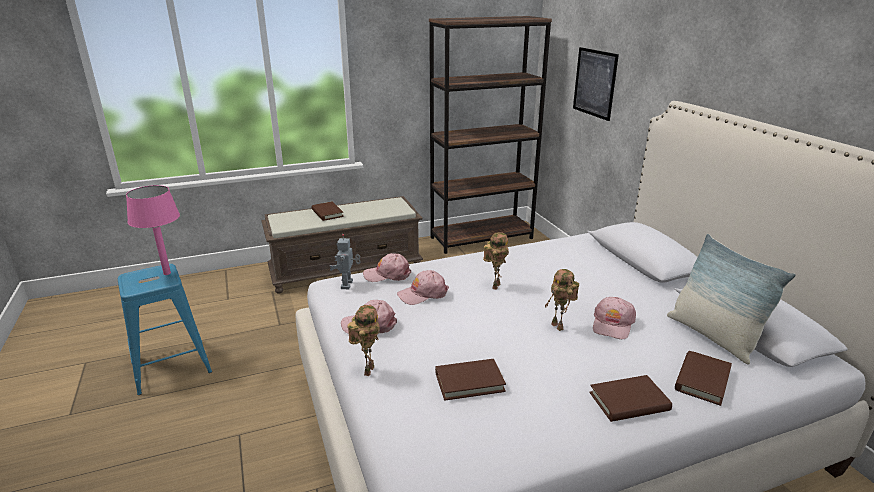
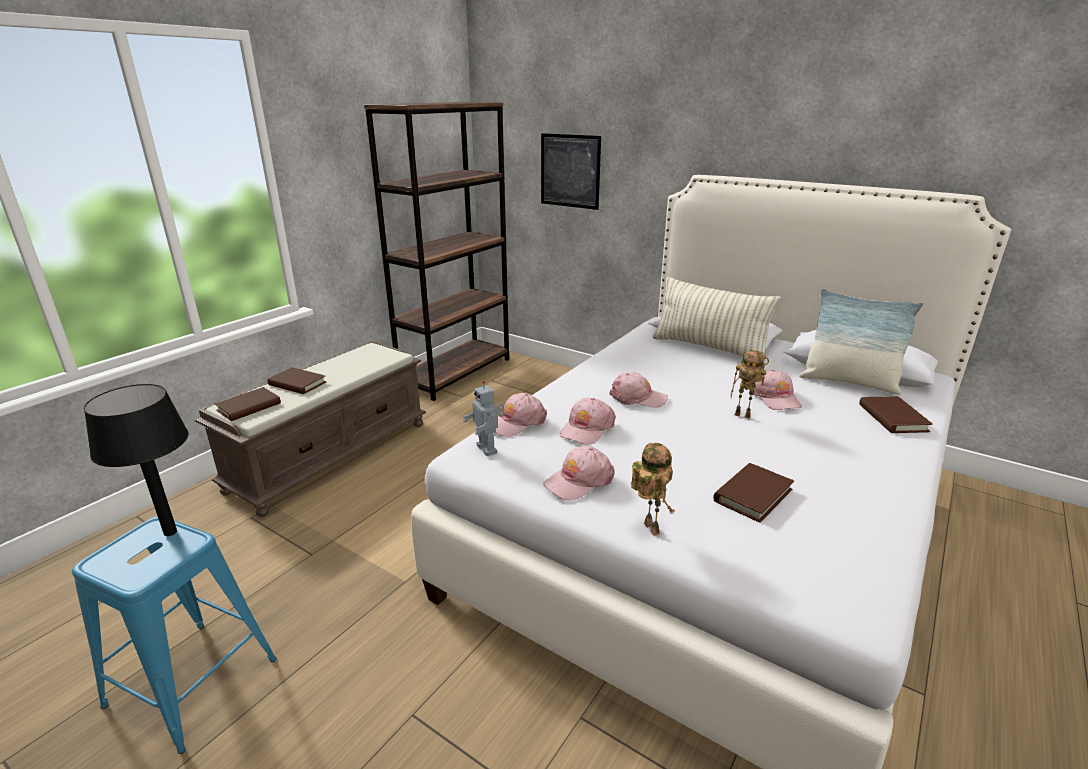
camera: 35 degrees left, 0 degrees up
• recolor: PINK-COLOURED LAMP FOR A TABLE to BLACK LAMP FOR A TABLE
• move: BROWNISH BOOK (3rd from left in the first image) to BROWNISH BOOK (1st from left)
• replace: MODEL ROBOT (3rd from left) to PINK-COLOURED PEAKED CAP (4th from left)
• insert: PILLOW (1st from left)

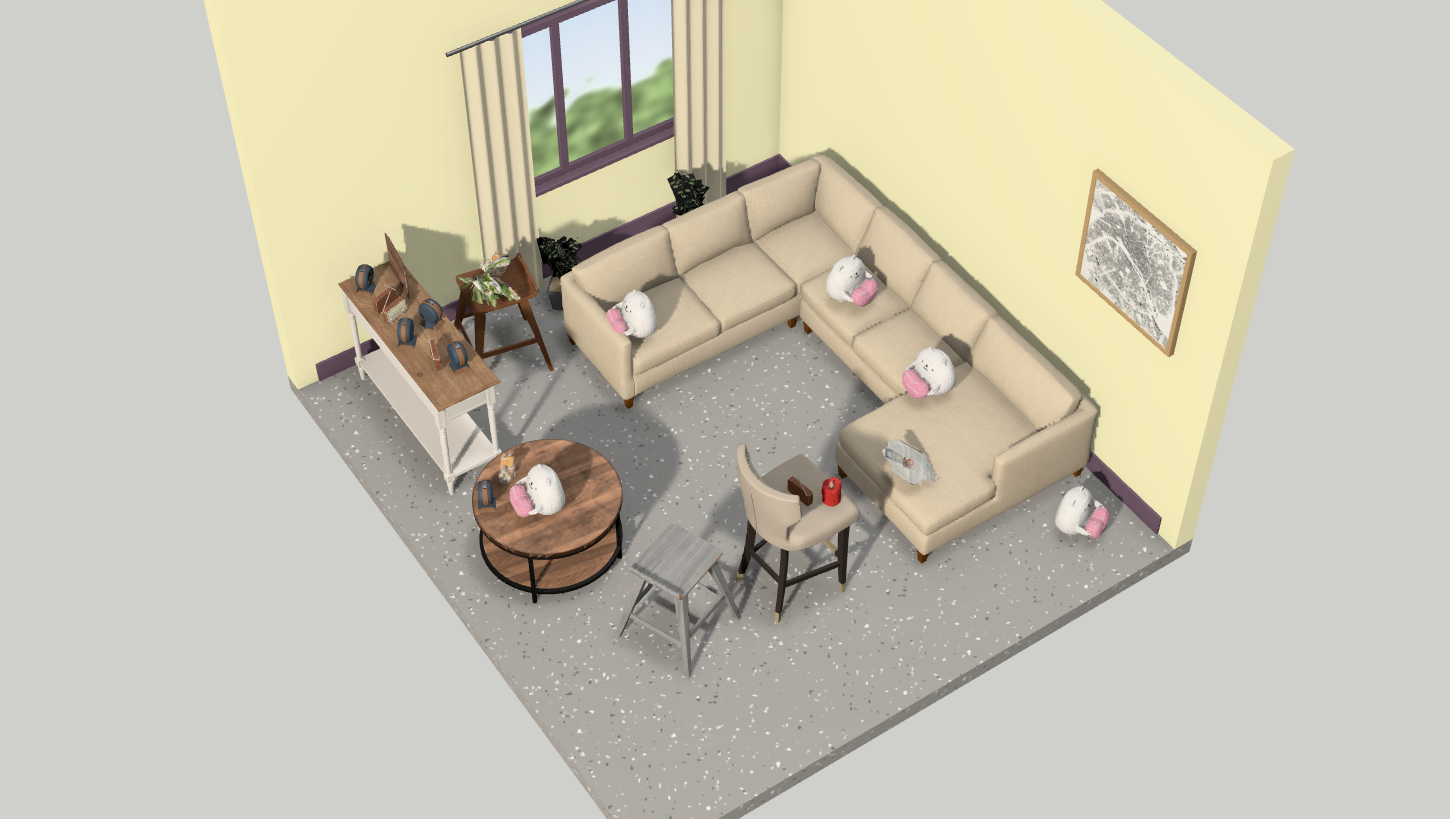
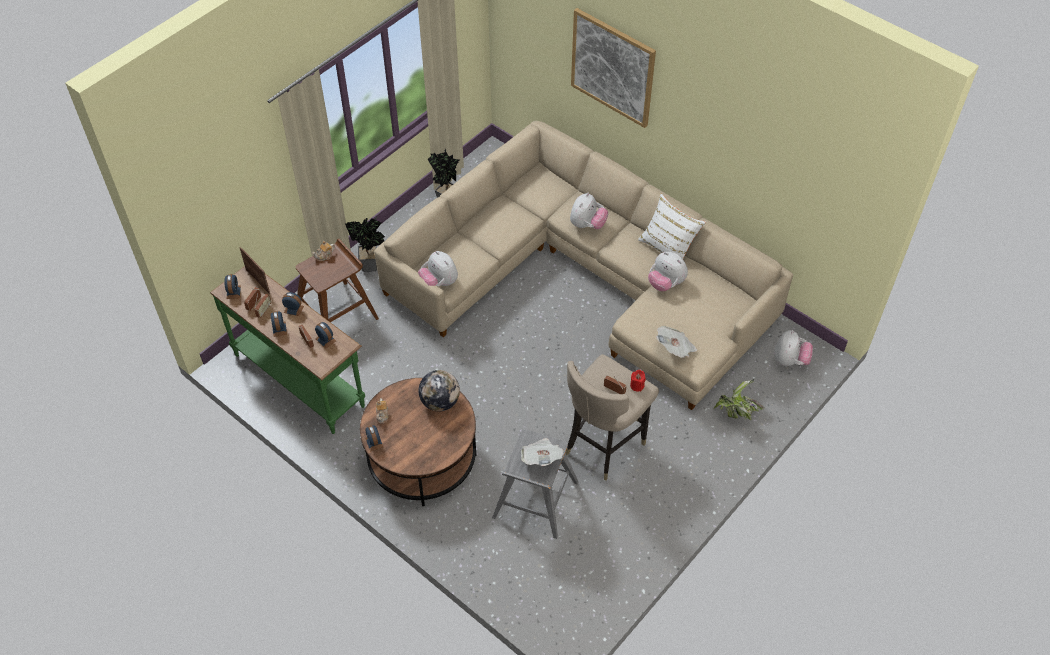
camera: 15 degrees left, 5 degrees up
• recolor: WHITISH CONSOLE TABLE to GREENISH CONSOLE TABLE
• insert: WORLD GLOBE
• insert: NEWSPAPER (1st from left)
• move: WALL ART
• insert: WHITISH PILLOW
• move: POTTED PLANT (1st from left in the first image) to POTTED PLANT (3rd from left)
• delete: SOFT TOY (1st from left)

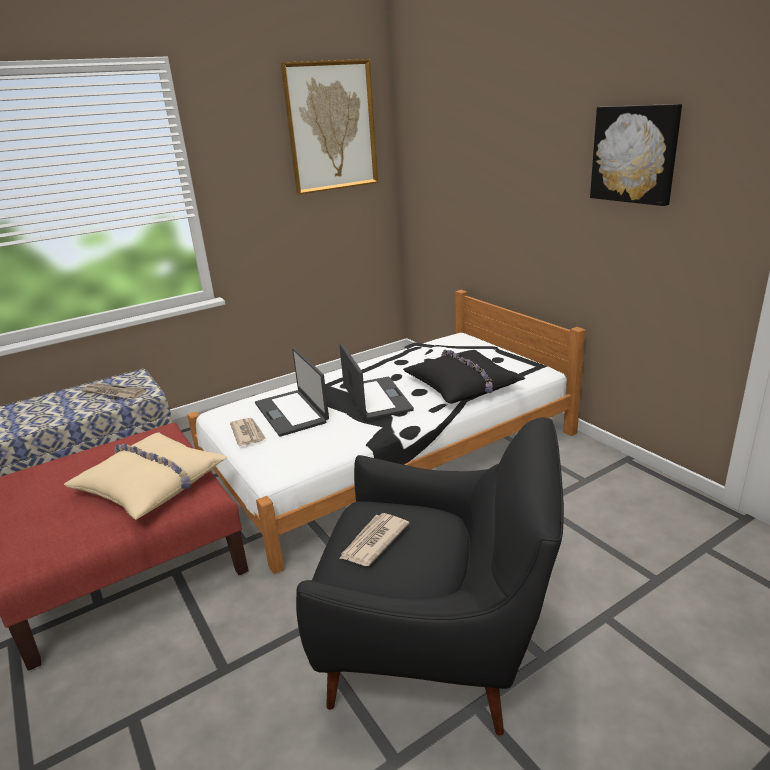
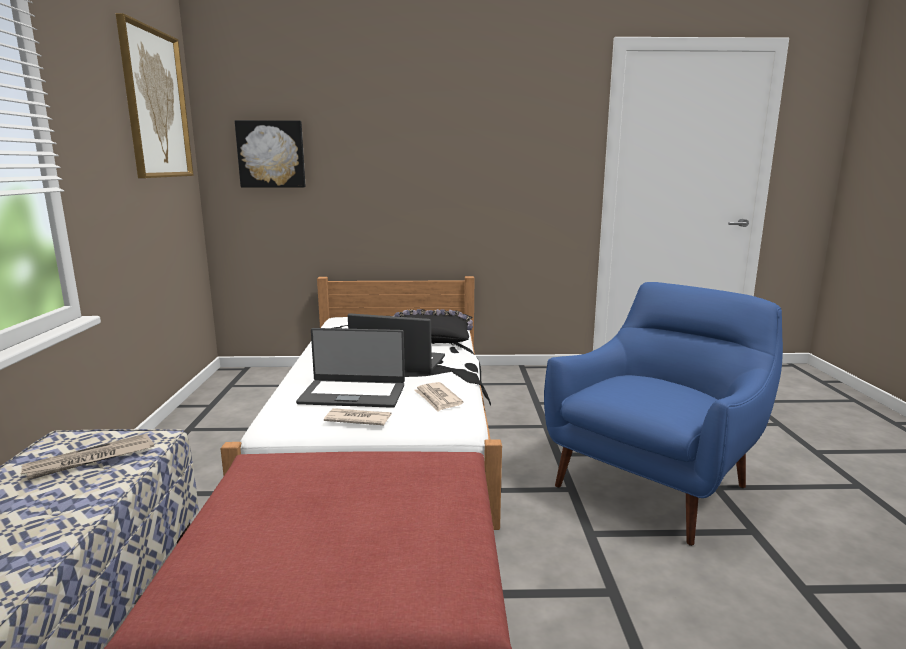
camera: 60 degrees left, 10 degrees down
• move: WALL ART (2nd from left)
• move: NEWSPAPER (3rd from left)
• recolor: BLACK ARMCHAIR to BLUE ARMCHAIR
• delete: BEIGE-COLOURED PILLOW

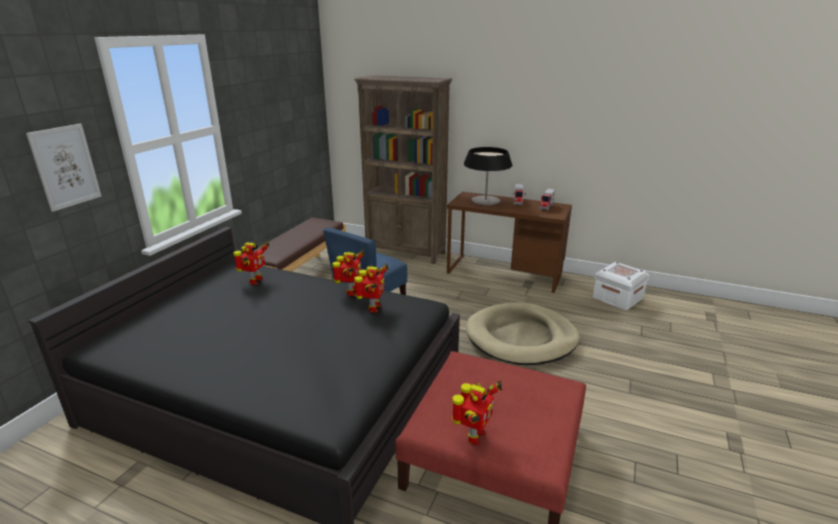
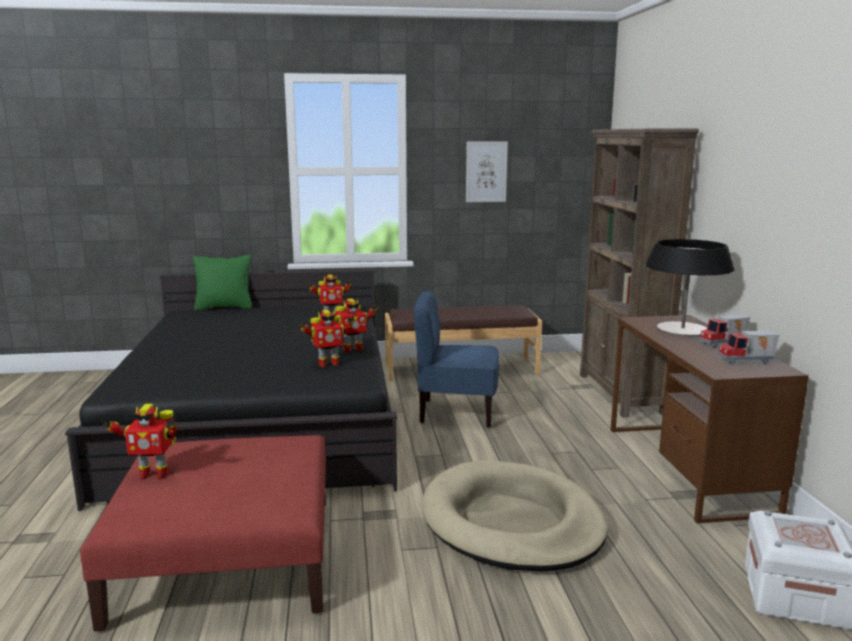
camera: 60 degrees right, 10 degrees down
• insert: GREENISH PILLOW
• move: WALL ART

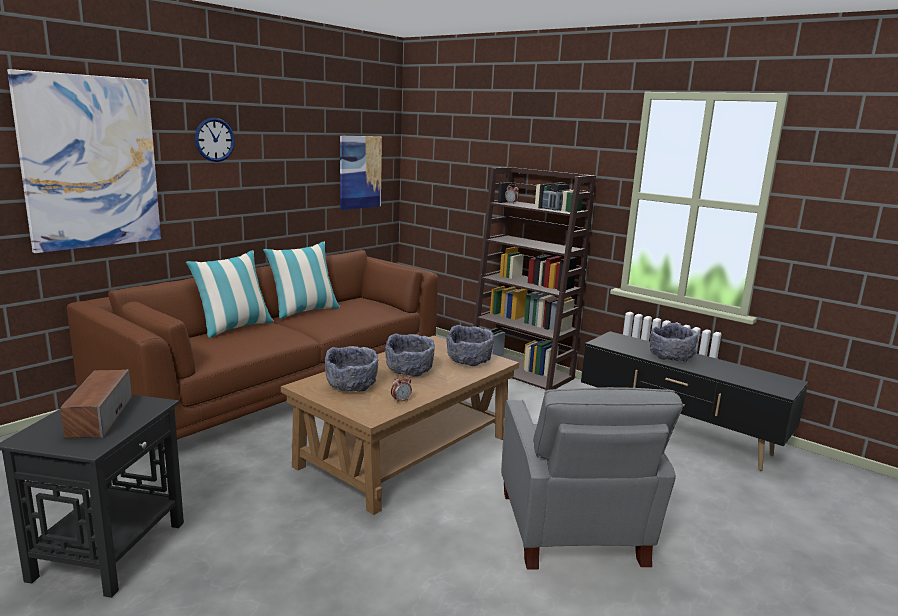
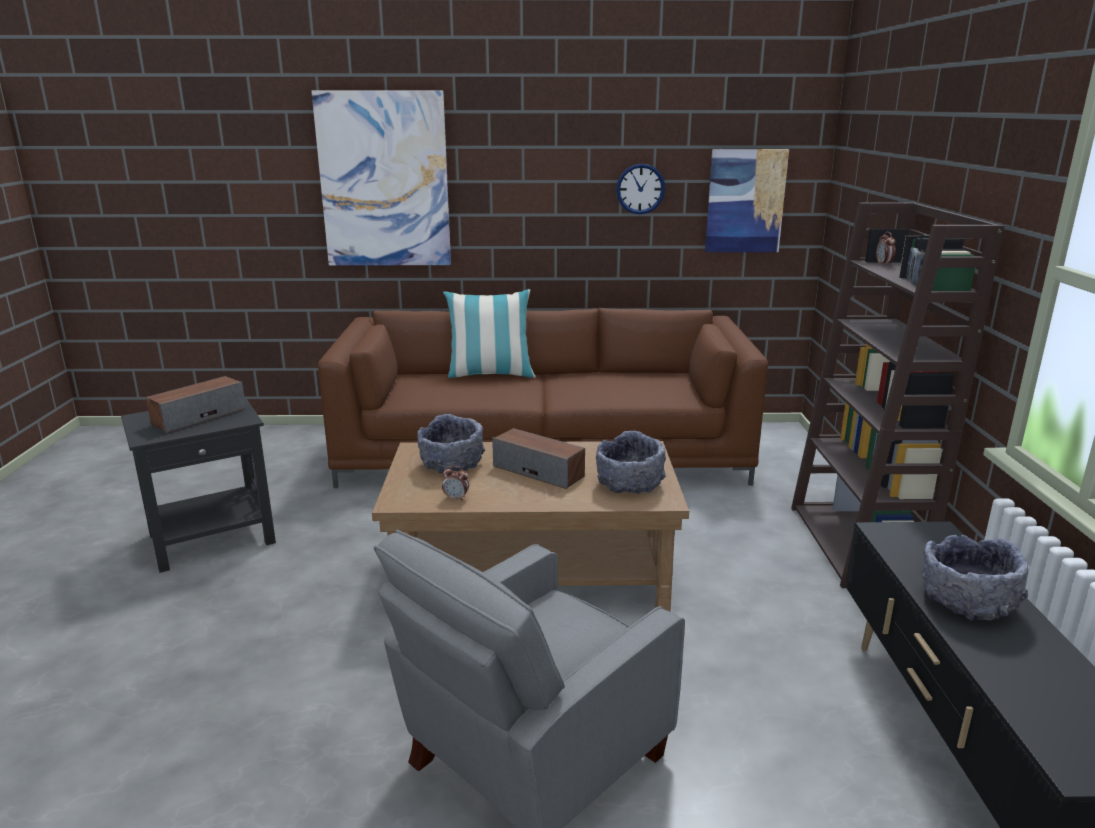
camera: 50 degrees right, 5 degrees up
• replace: GRAY BOWL (2nd from left) to LOUDSPEAKER (2nd from left)
• move: WALL CLOCK
• delete: PILLOW (2nd from left)

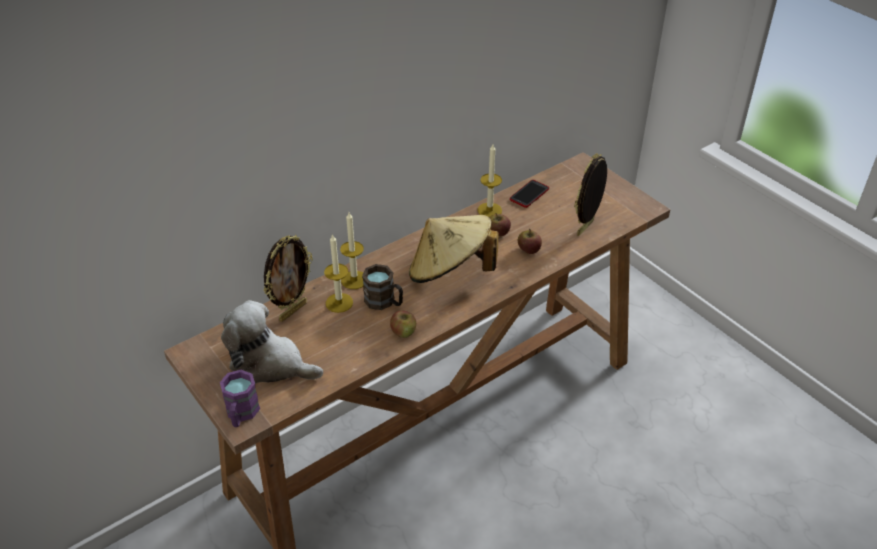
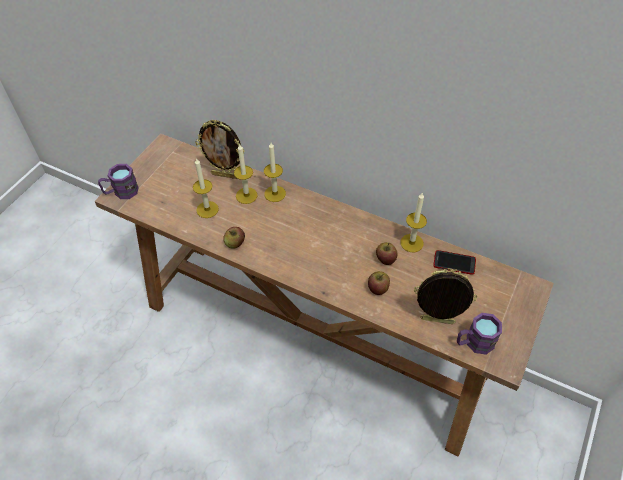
camera: 65 degrees right, 10 degrees up
• insert: WAX LIGHT (1st from left)
• insert: PURPLISH COFFEE MUG (2nd from left)
• delete: SOFT TOY
• delete: BROWNISH COFFEE MUG
• delete: BEIGE-COLOURED CLOTHING HAT

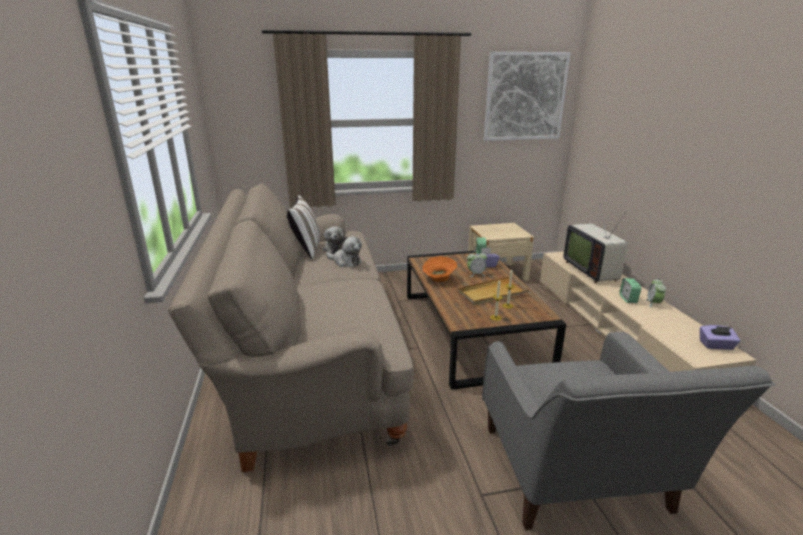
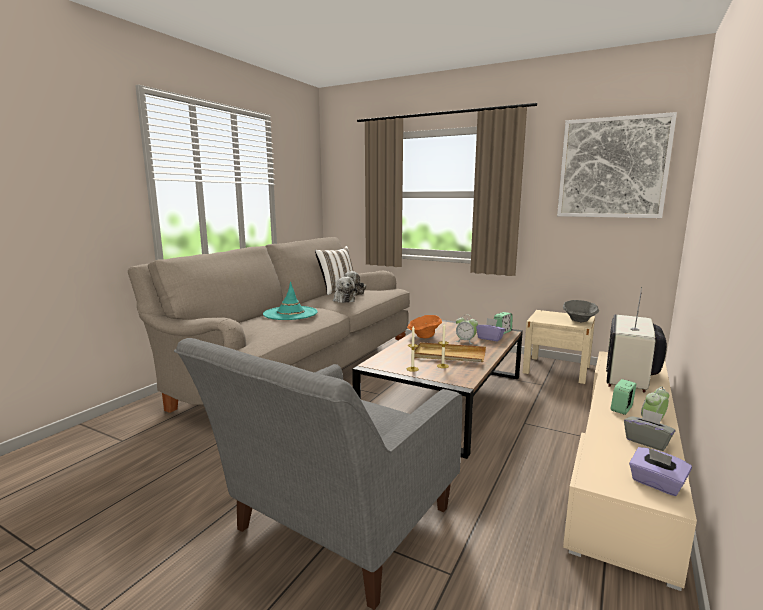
camera: 40 degrees right, 10 degrees down
• insert: TURQUOISE-COLOURED CLOTHING HAT
• insert: GRAY BOWL
• insert: GRAY BOX OF TISSUES

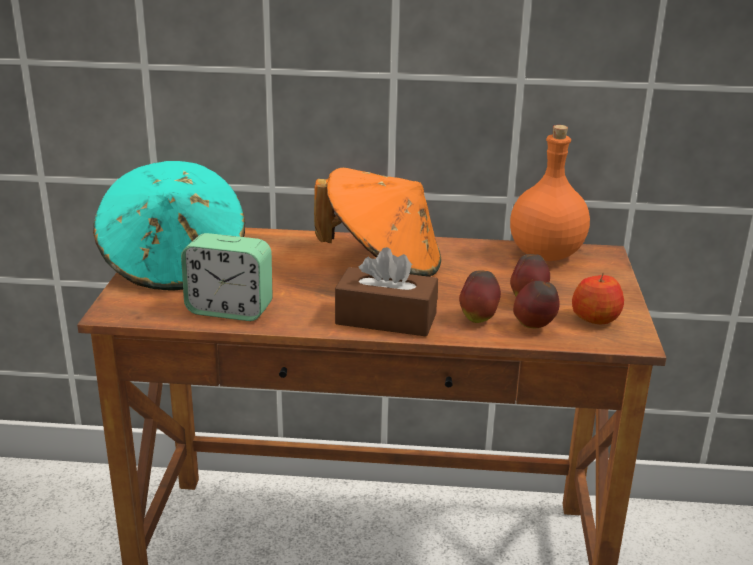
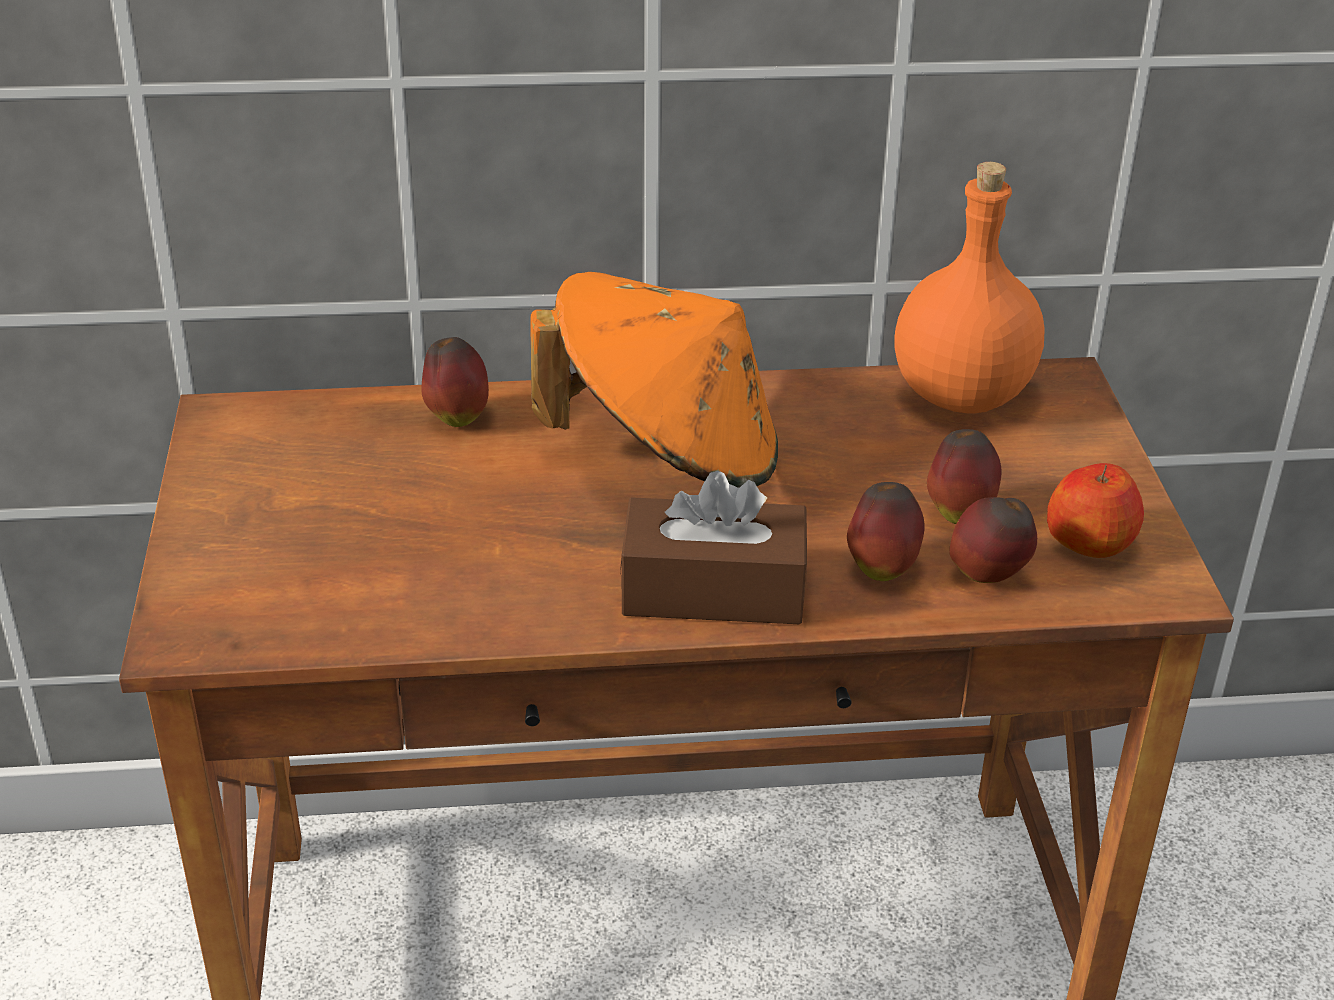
camera: 10 degrees left, 10 degrees up
• insert: APPLE (1st from left)
• delete: TURQUOISE-COLOURED CLOTHING HAT
• delete: BEDSIDE CLOCK

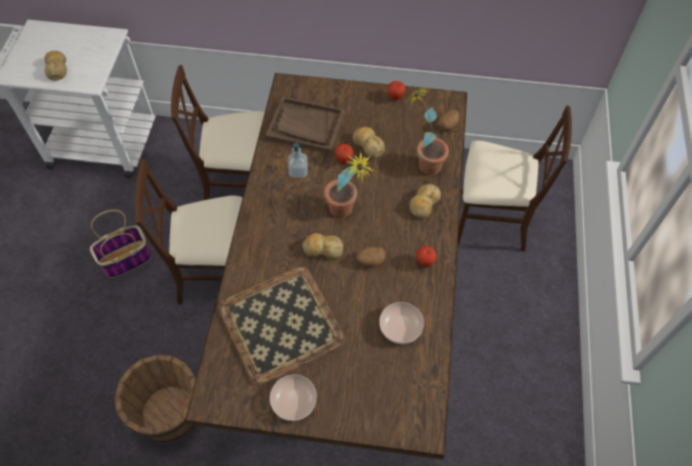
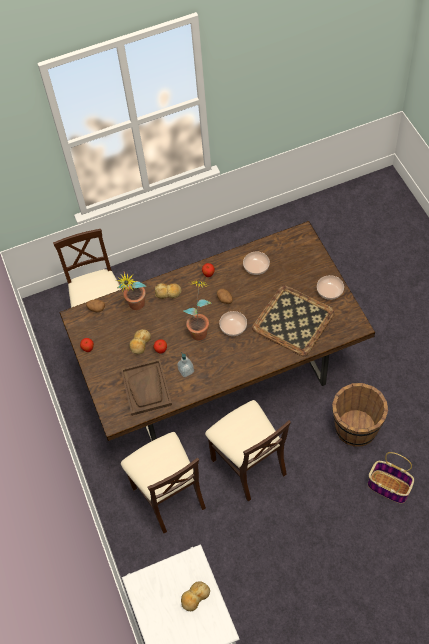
camera: 115 degrees left, 0 degrees up
• replace: BAKED BREAD (2nd from left) to BOWL (1st from left)
• move: BASKET

